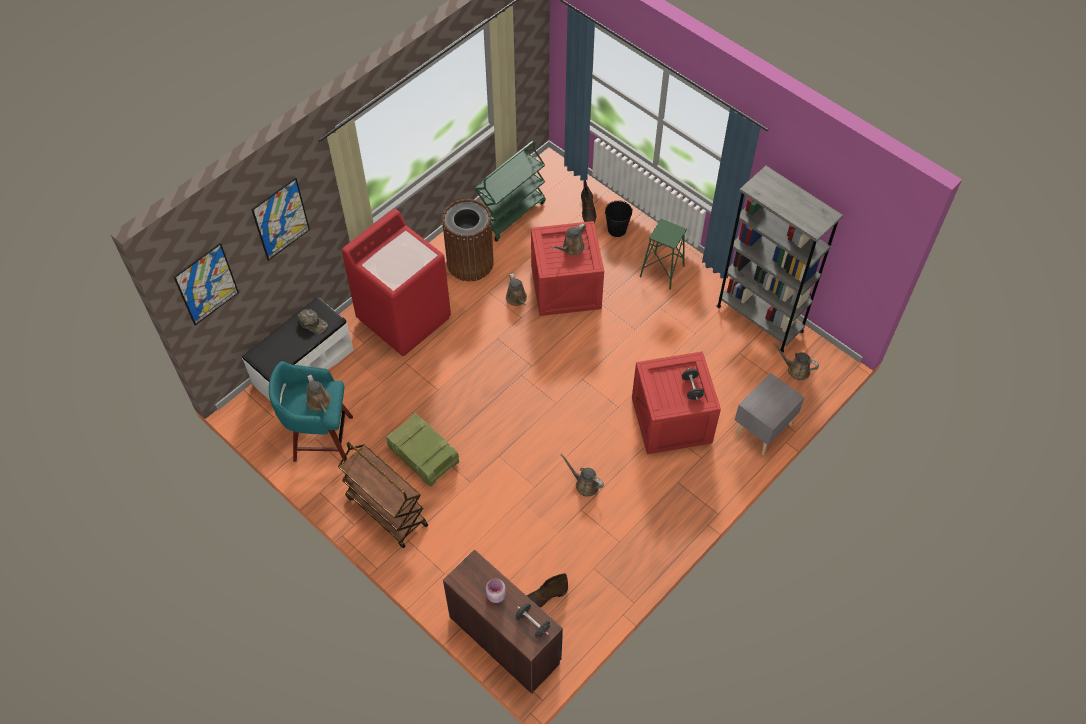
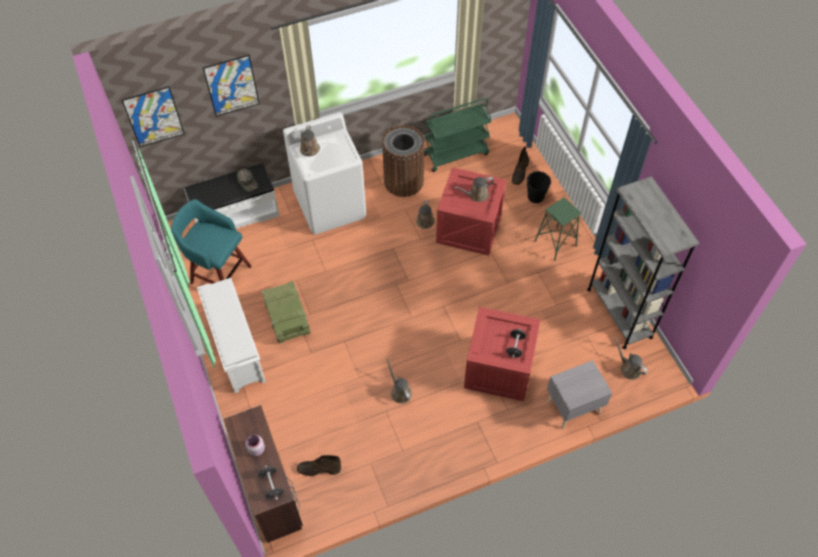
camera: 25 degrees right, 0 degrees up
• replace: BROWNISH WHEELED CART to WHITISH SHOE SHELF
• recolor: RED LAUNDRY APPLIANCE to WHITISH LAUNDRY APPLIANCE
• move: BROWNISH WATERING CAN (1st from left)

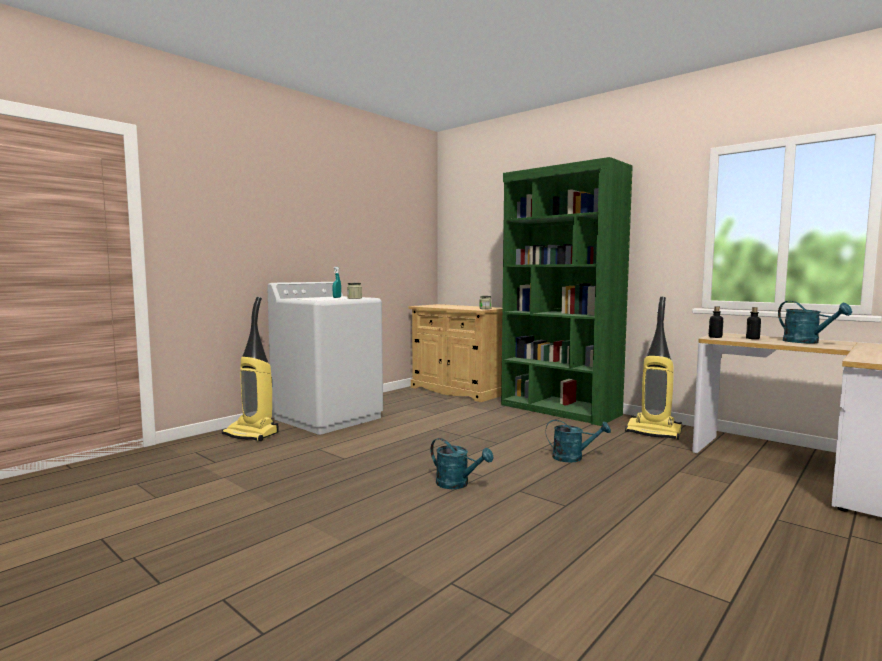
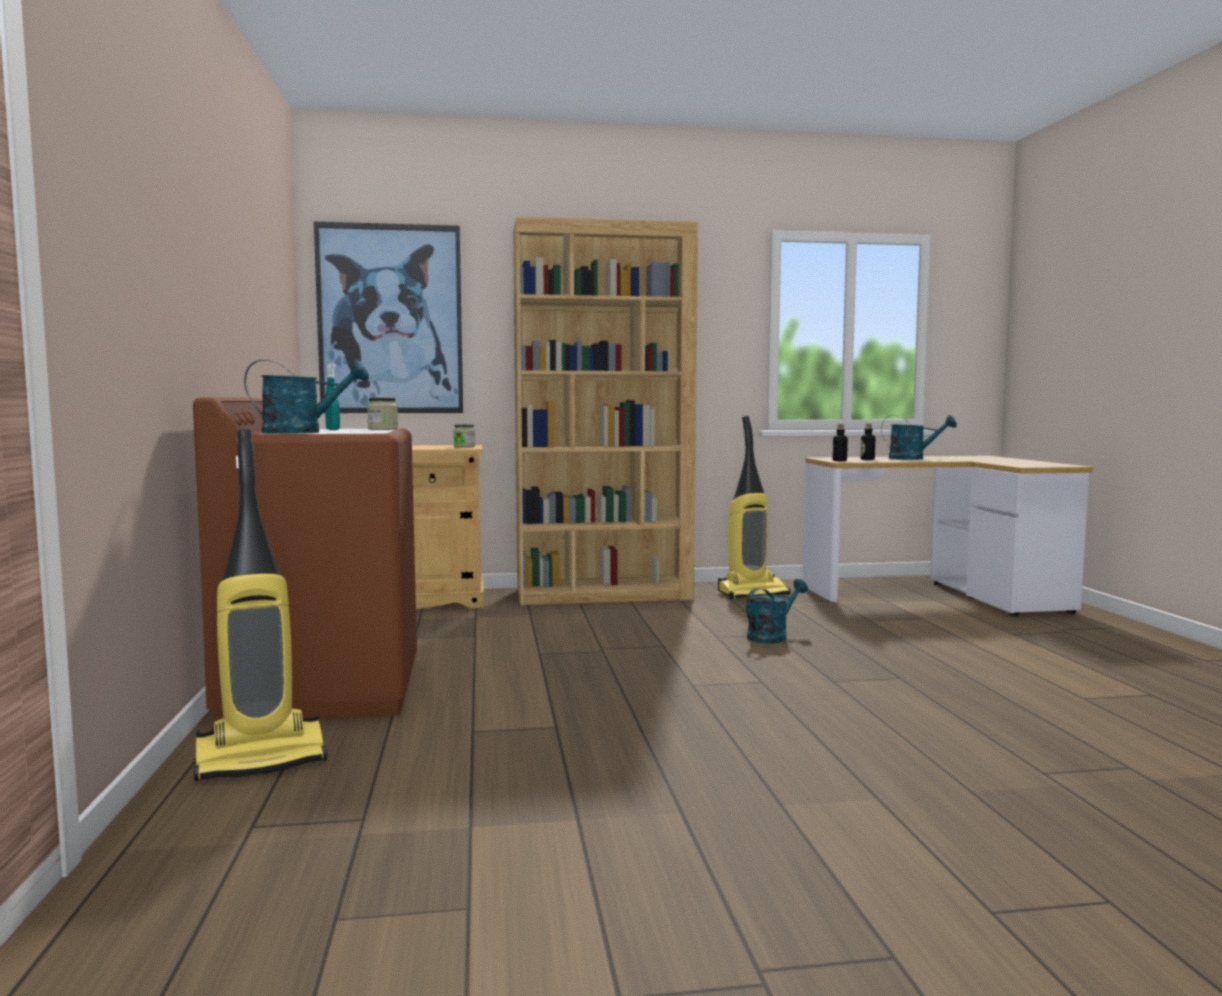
camera: 50 degrees left, 0 degrees up
• recolor: WHITISH LAUNDRY APPLIANCE to BROWNISH LAUNDRY APPLIANCE
• move: TURQUOISE-COLOURED WATERING CAN (1st from left)
• insert: WALL ART
• recolor: GREENISH BOOKCASE to BROWNISH BOOKCASE

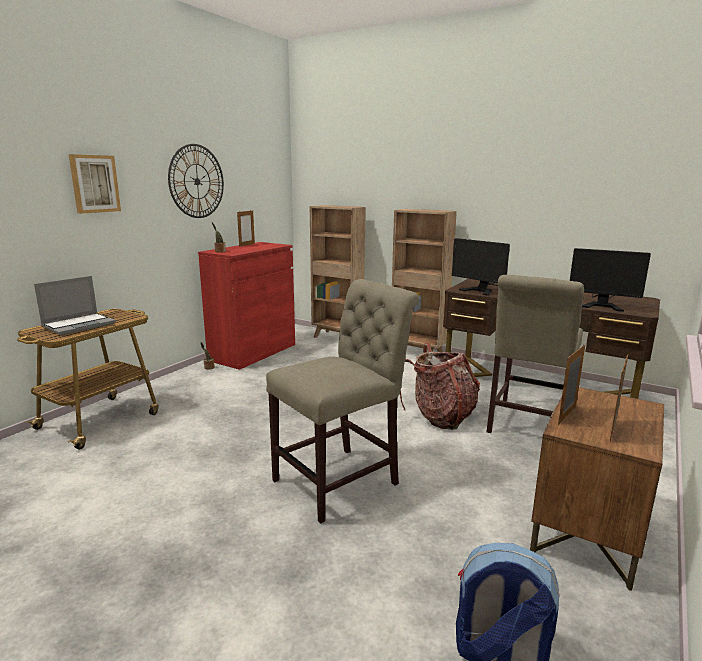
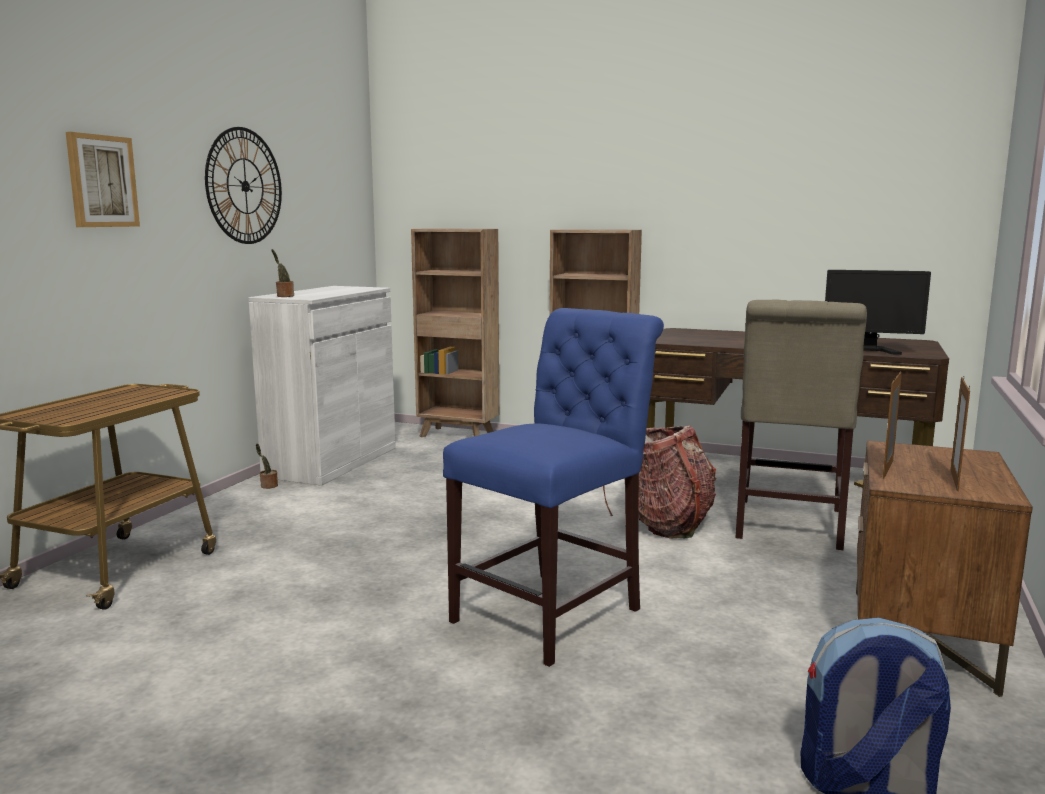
camera: 10 degrees left, 5 degrees down
• recolor: RED CABINET to WHITISH CABINET
• recolor: BEIGE-COLOURED CHAIR (1st from left) to BLUE CHAIR
• delete: NOTEBOOK COMPUTER
• delete: PICTURE FRAME (1st from left)
• delete: COMPUTER DISPLAY (1st from left)

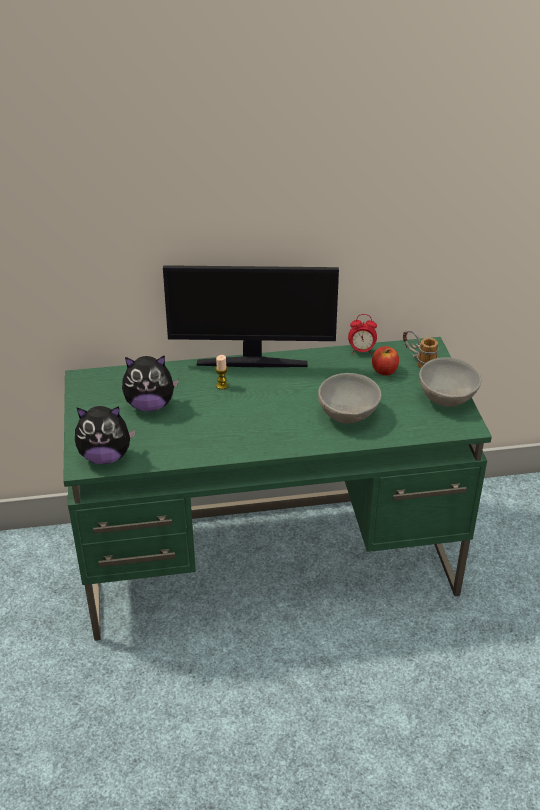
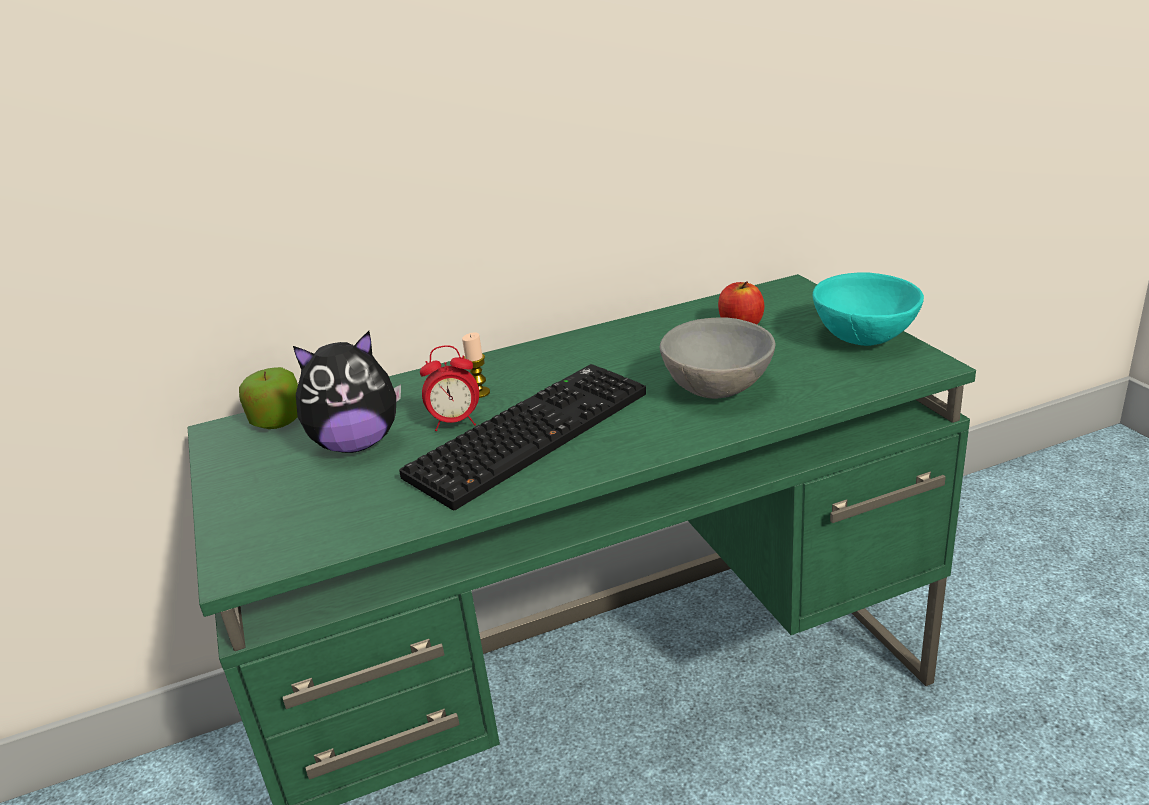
camera: 10 degrees left, 10 degrees down
• insert: APPLE (1st from left)
• insert: COMPUTER KEYBOARD
• move: BEDSIDE CLOCK
• recolor: GRAY BOWL (2nd from left) to TURQUOISE-COLOURED BOWL
• delete: SOFT TOY (1st from left)
• delete: COMPUTER DISPLAY
• delete: COFFEE MUG

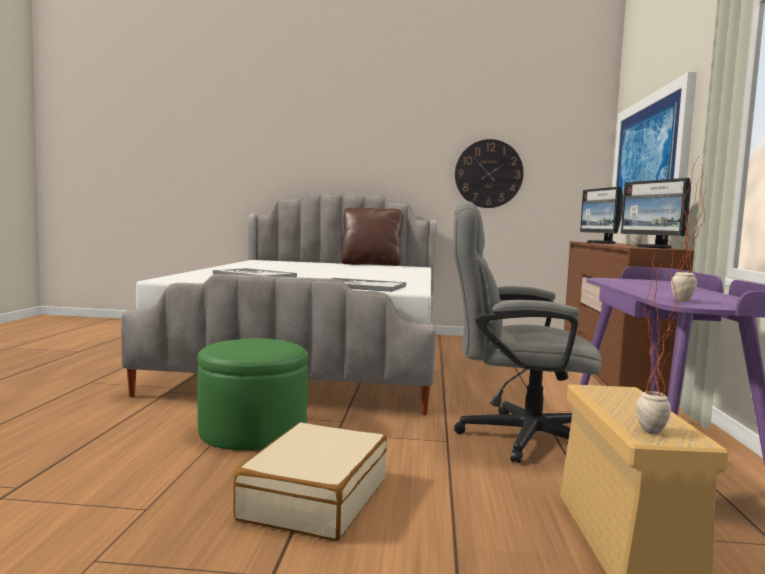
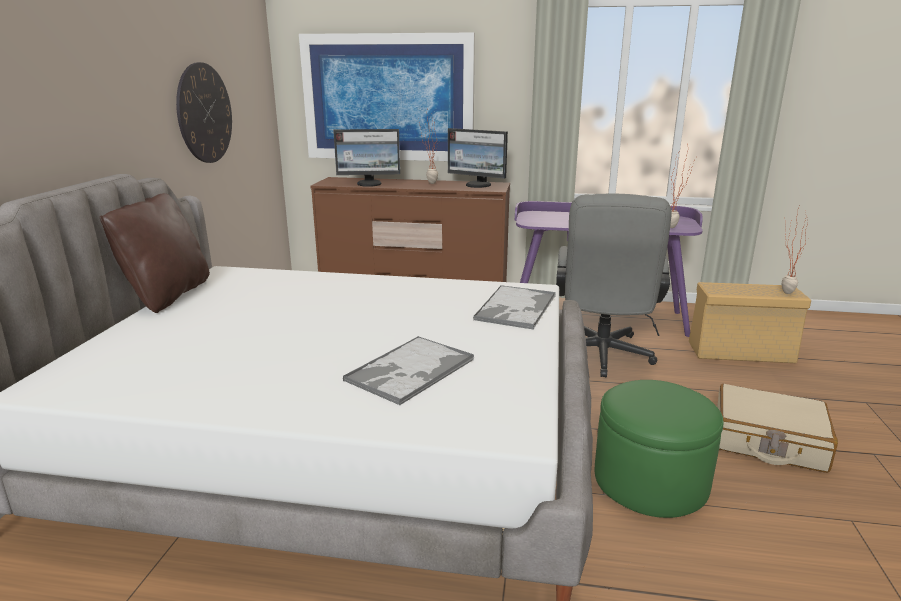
camera: 85 degrees left, 15 degrees up
• rotate: COMPUTER DISPLAY (2nd from left) 45 degrees clockwise

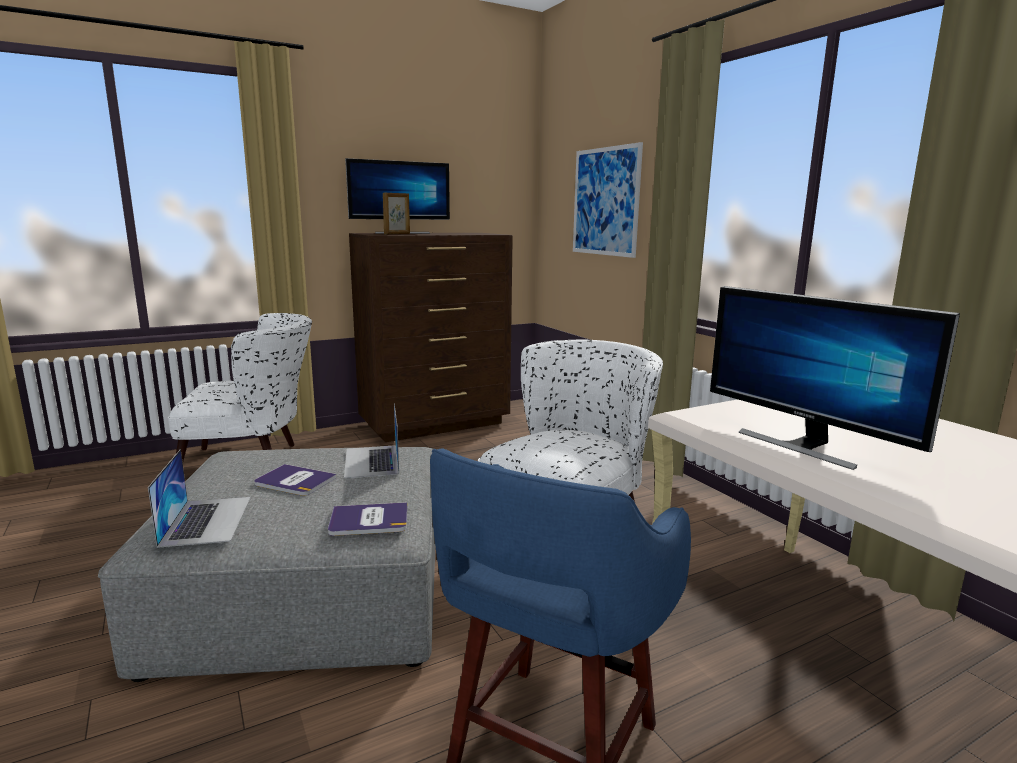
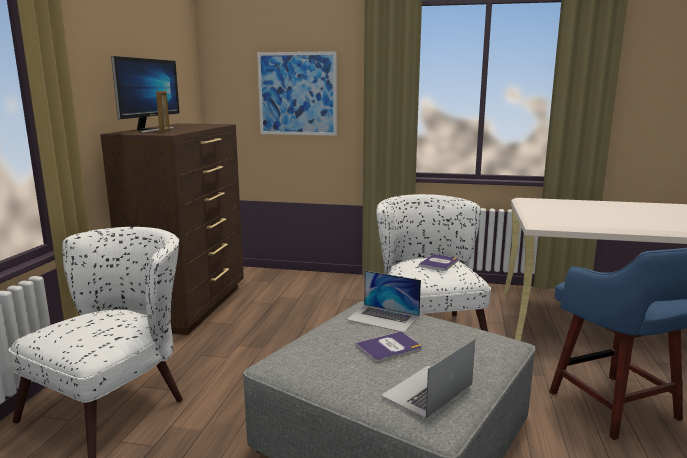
camera: 50 degrees left, 0 degrees up
• rotate: NOTEBOOK COMPUTER (1st from left in the first image) 75 degrees counterclockwise
• move: BOOK (2nd from left)
• delete: COMPUTER DISPLAY (2nd from left)

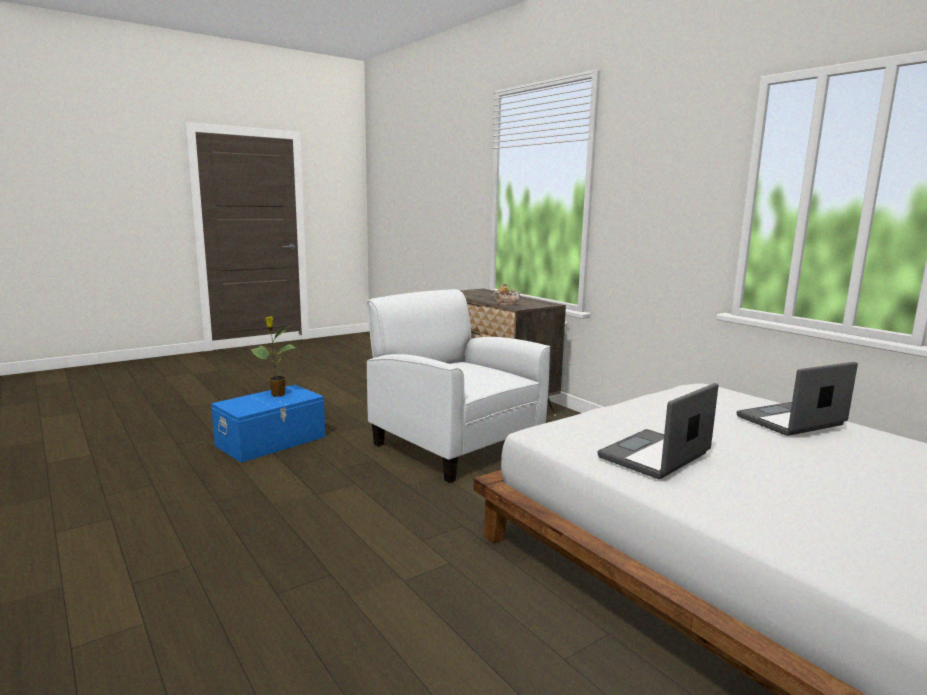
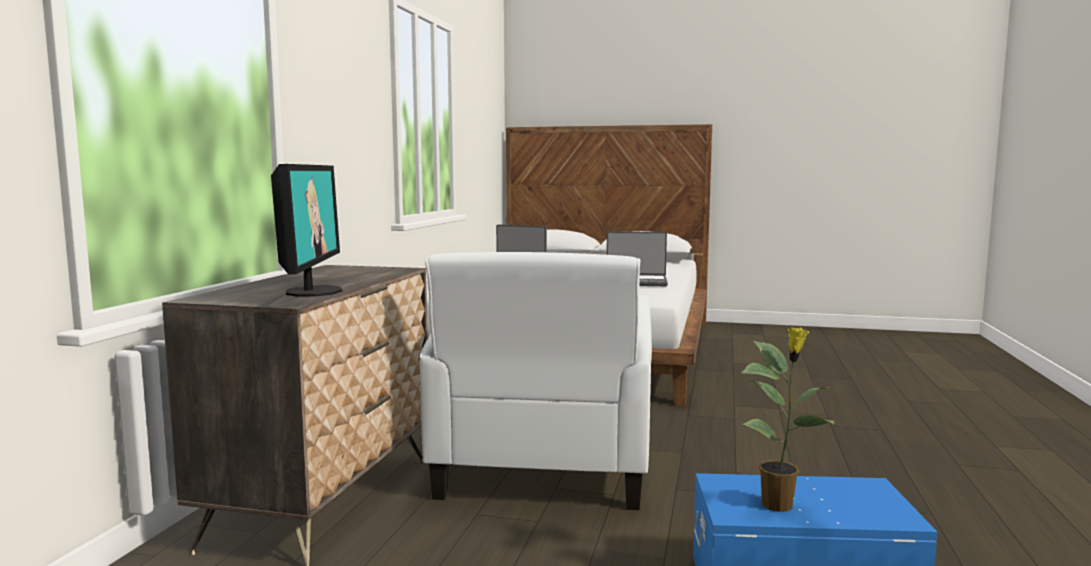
camera: 130 degrees left, 5 degrees down
• insert: COMPUTER DISPLAY
• delete: TEA POT

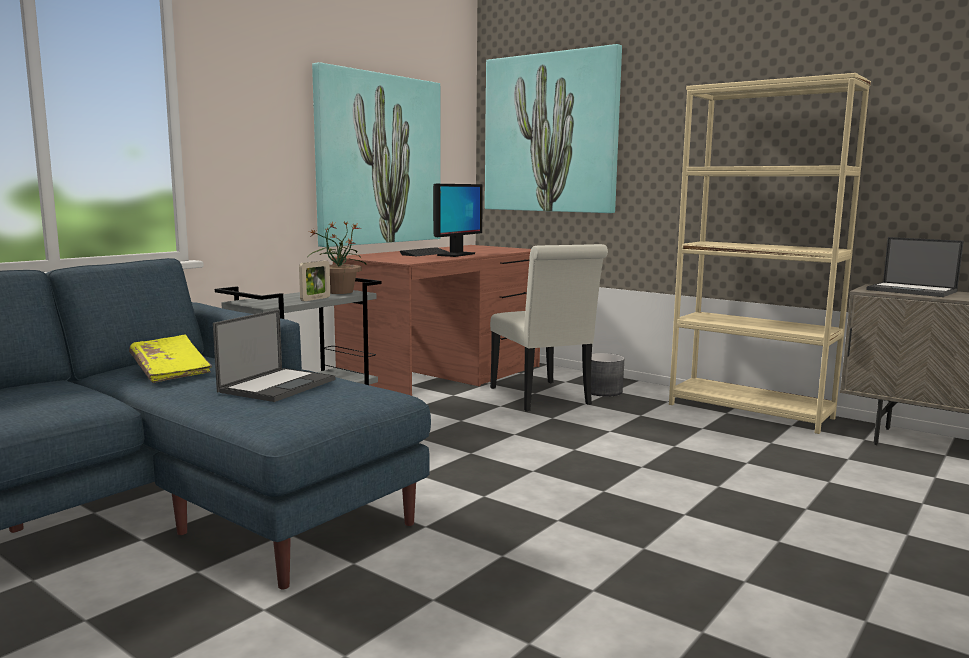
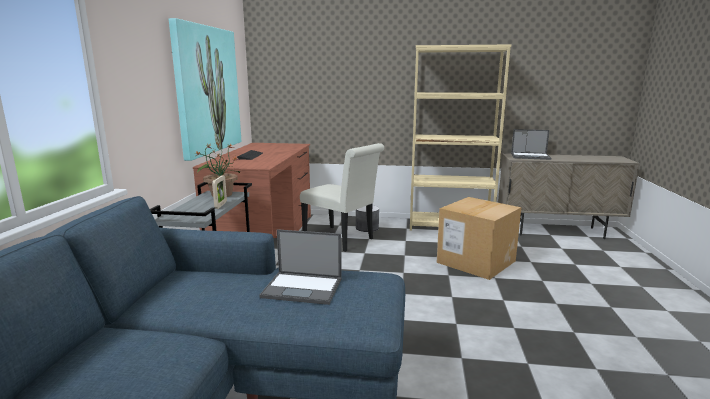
camera: 30 degrees left, 5 degrees up
• rotate: NOTEBOOK COMPUTER (1st from left) 105 degrees clockwise
• insert: PACKING BOX
• delete: YELLOWISH BOOK
• delete: COMPUTER DISPLAY
• delete: WALL ART (2nd from left)

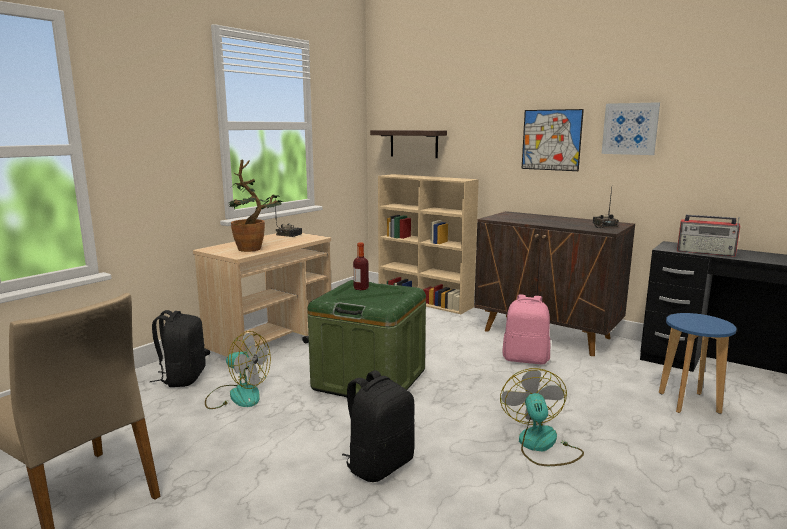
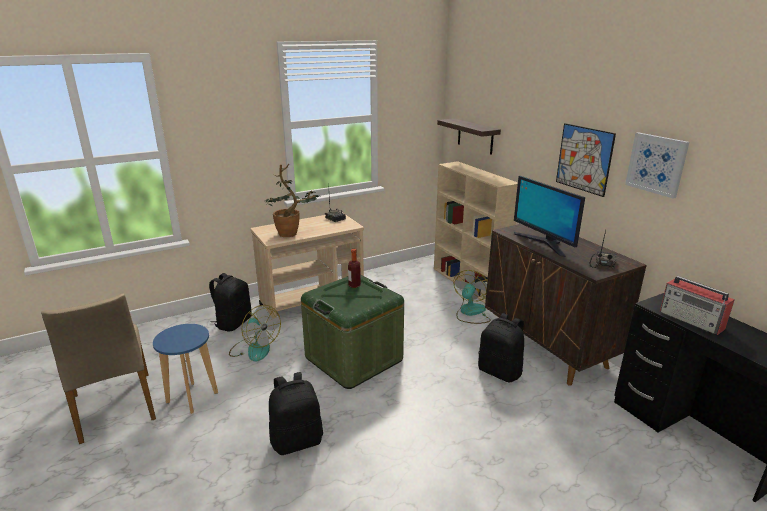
camera: 25 degrees right, 10 degrees up
• move: BLUE STOOL
• move: FAN (2nd from left)
• recolor: PINK-COLOURED BACKPACK to BLACK BACKPACK (3rd from left)
• insert: COMPUTER DISPLAY

